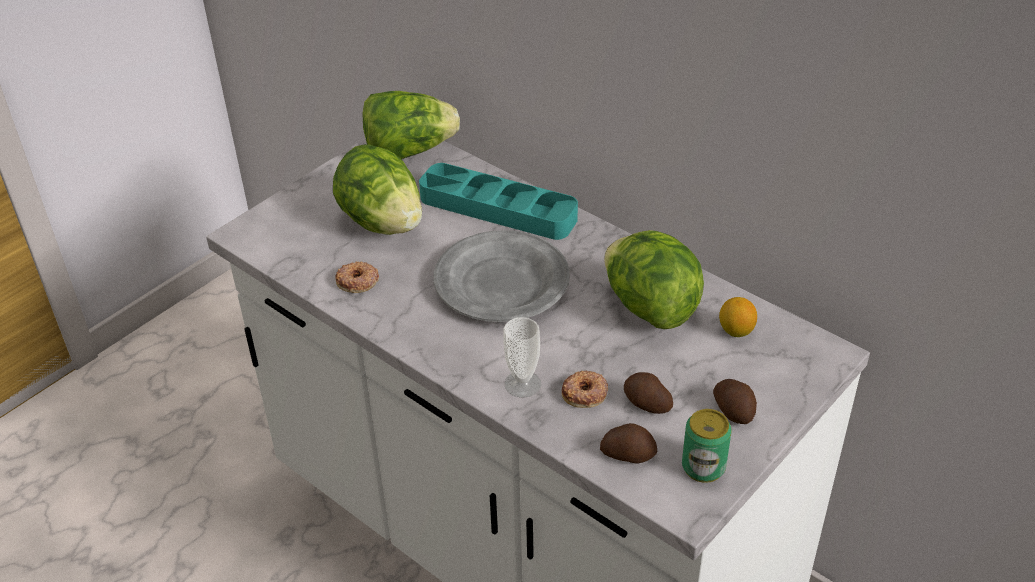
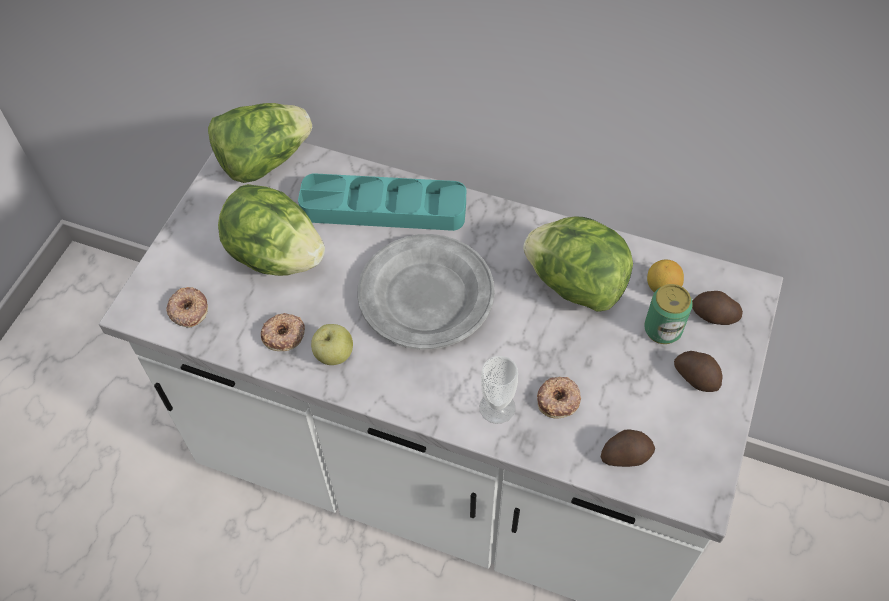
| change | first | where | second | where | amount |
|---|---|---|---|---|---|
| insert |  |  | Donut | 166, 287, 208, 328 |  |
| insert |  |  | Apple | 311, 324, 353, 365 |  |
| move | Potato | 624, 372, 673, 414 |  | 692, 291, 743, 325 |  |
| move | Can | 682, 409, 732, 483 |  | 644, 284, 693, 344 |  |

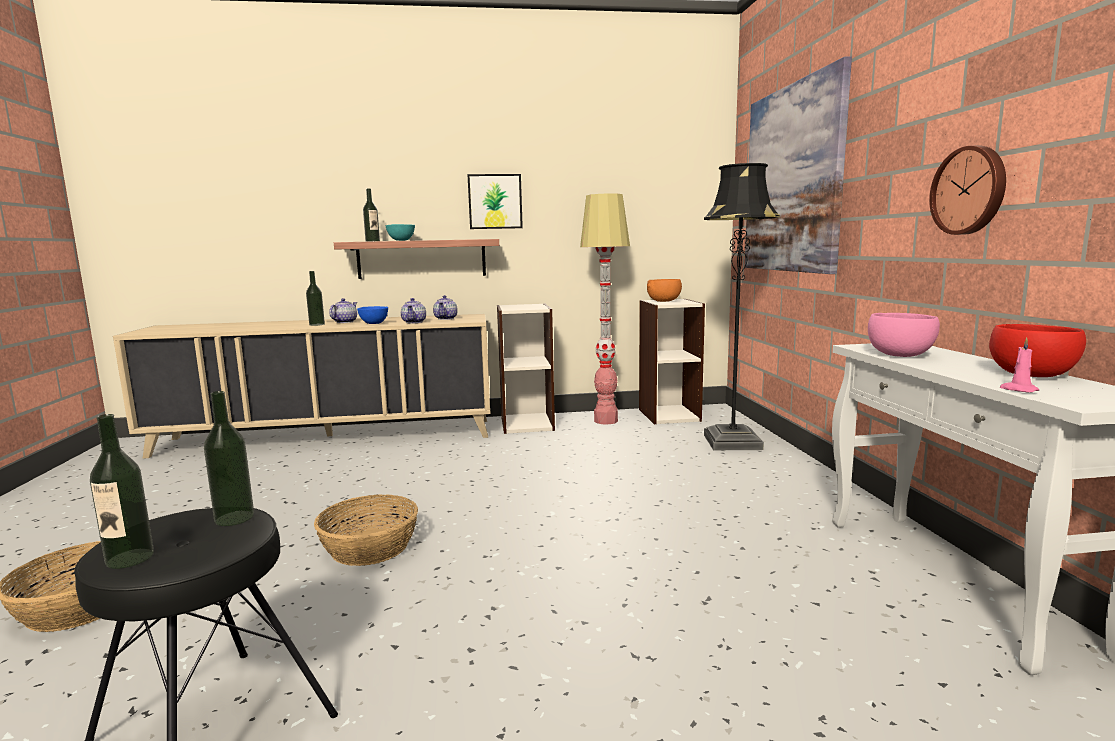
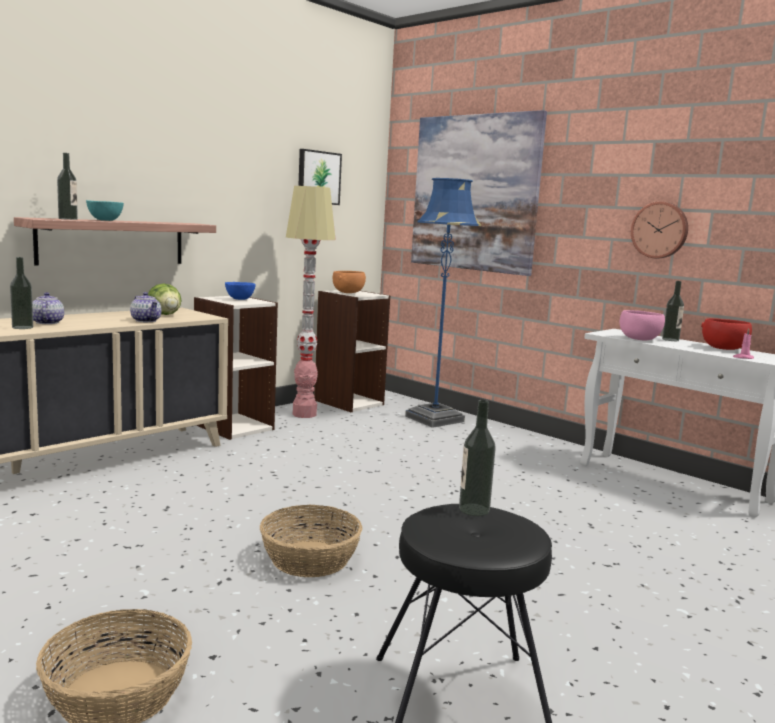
| change | first | where | second | where | amount |
|---|---|---|---|---|---|
| move | Bottle | 90, 414, 154, 569 |  | 662, 281, 684, 341 |  |
| move | BlueBowl | 357, 306, 388, 324 |  | 225, 282, 256, 300 |  |
| move | Picture | 467, 174, 523, 229 |  | 298, 149, 342, 205 |  |
| replace | Teapot | 433, 295, 458, 320 | Lettuce | 148, 283, 181, 315 |  |
| recolor | BlackFloorLamp | 704, 163, 780, 450 | BlueFloorLamp | 405, 178, 481, 428 |  |

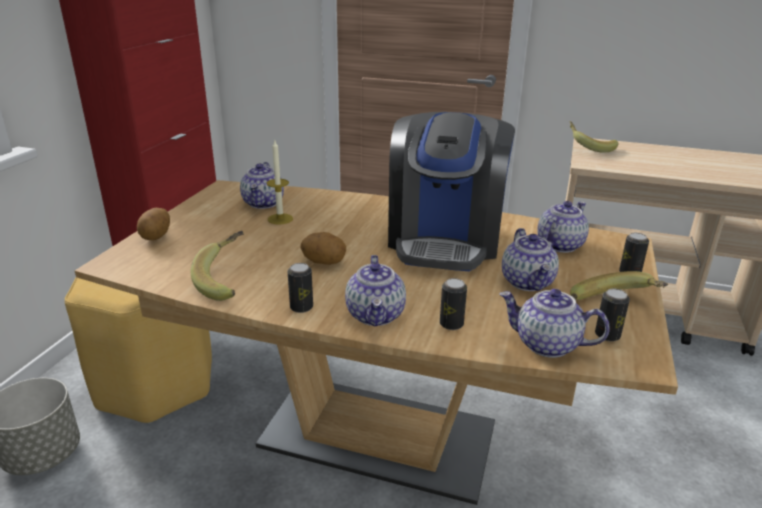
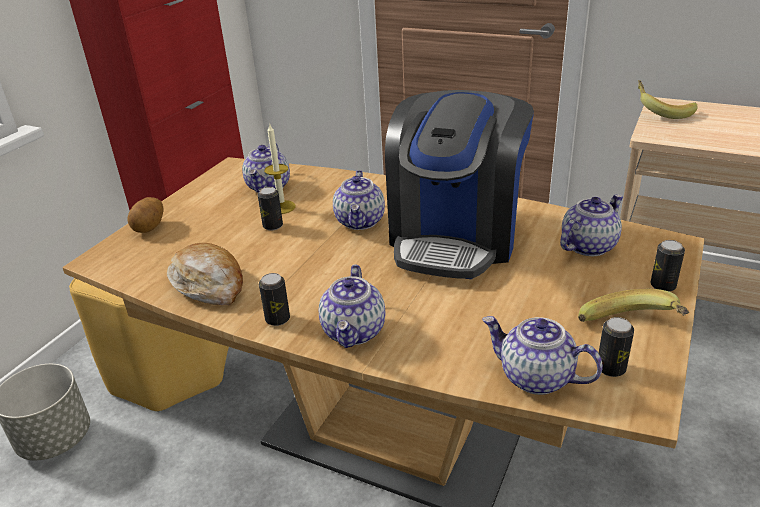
| change | first | where | second | where | amount |
|---|---|---|---|---|---|
| delete | Potato | 300, 232, 346, 265 |  |  |  |
| move | Can | 440, 278, 467, 330 |  | 257, 187, 283, 230 |  |
| move | Teapot | 502, 228, 559, 291 |  | 333, 170, 385, 230 |  |
| replace | Banana | 190, 231, 244, 301 | Bread | 167, 243, 243, 305 |  |

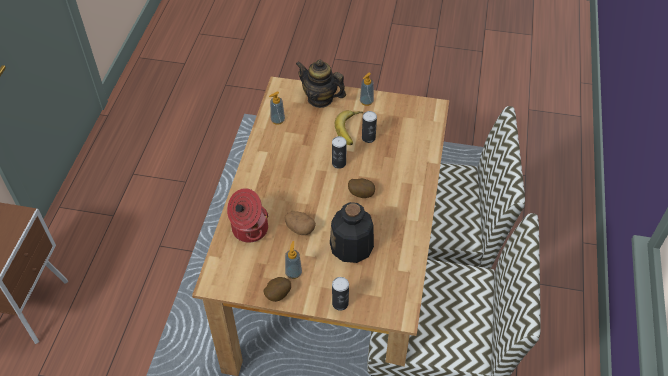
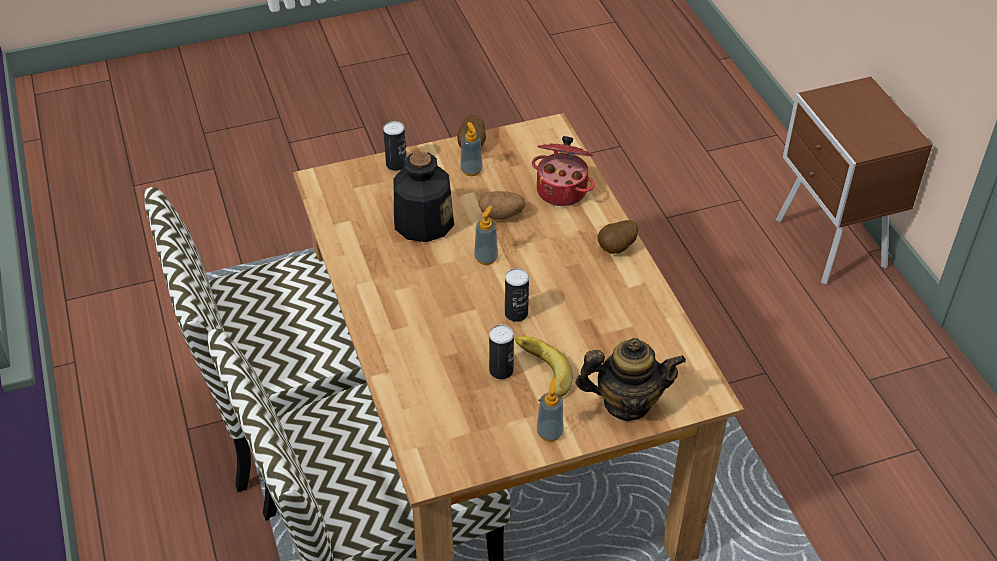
| change | first | where | second | where | amount |
|---|---|---|---|---|---|
| move | SoapDispenser | 269, 91, 285, 125 |  | 474, 205, 498, 265 |  |
| move | Potato | 348, 178, 375, 198 |  | 598, 220, 638, 254 |  |

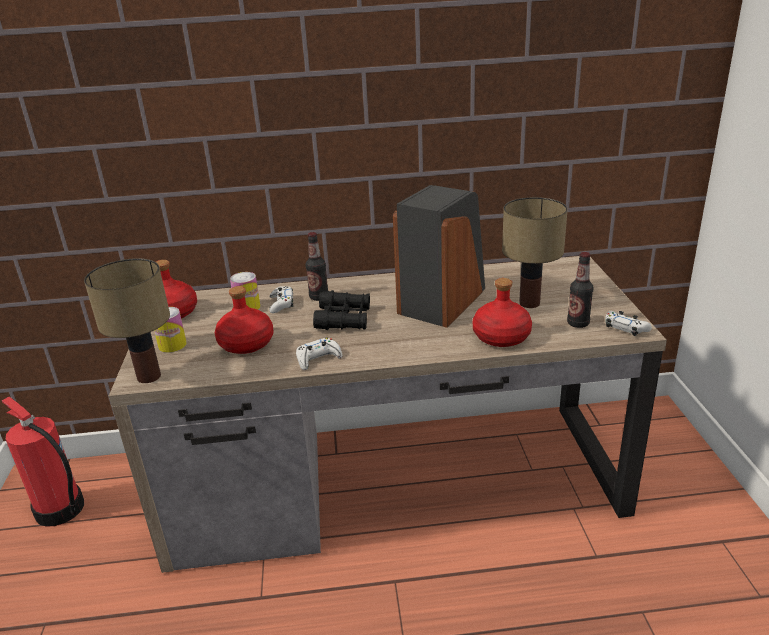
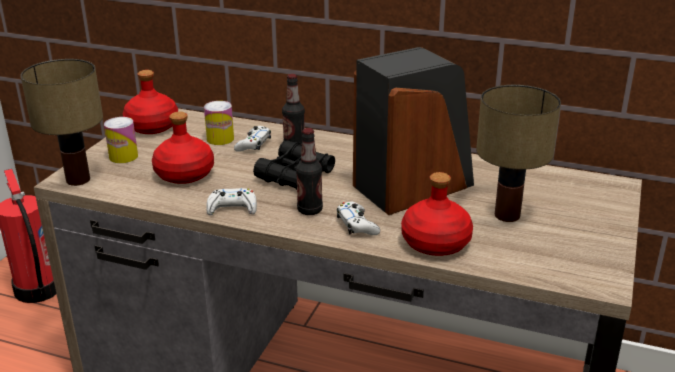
| change | first | where | second | where | amount |
|---|---|---|---|---|---|
| move | Bottle | 567, 252, 594, 328 |  | 296, 128, 323, 215 |  |
| move | WhiteGameController | 605, 311, 652, 336 |  | 337, 201, 380, 235 |  |

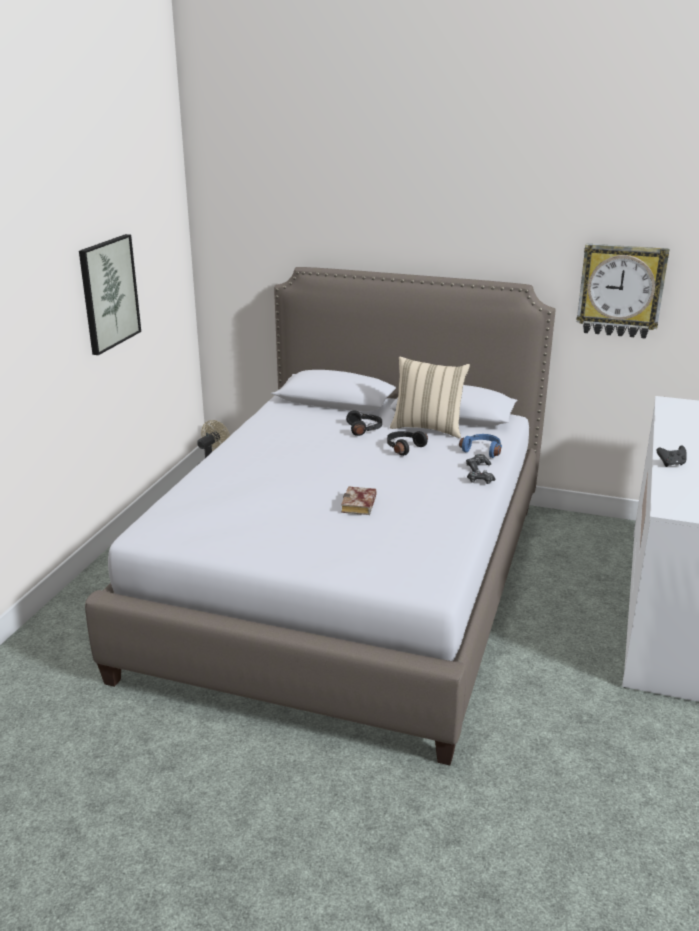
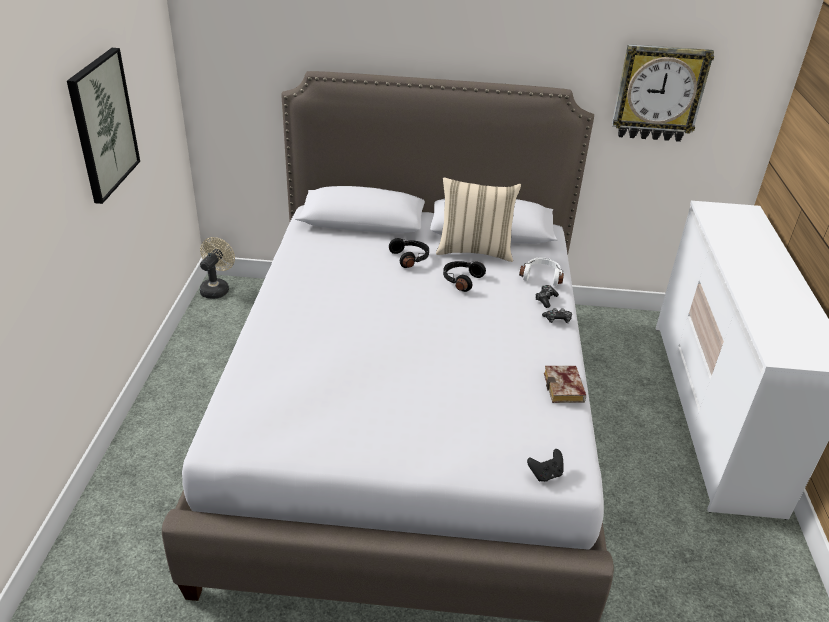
| change | first | where | second | where | amount |
|---|---|---|---|---|---|
| move | Book | 341, 486, 377, 515 |  | 544, 366, 586, 403 |  |
| move | BlackGameController | 657, 445, 687, 467 |  | 527, 449, 564, 482 |  |
| recolor | BlueHeadphones | 459, 434, 502, 458 | WhiteHeadphones | 519, 257, 564, 286 |  |

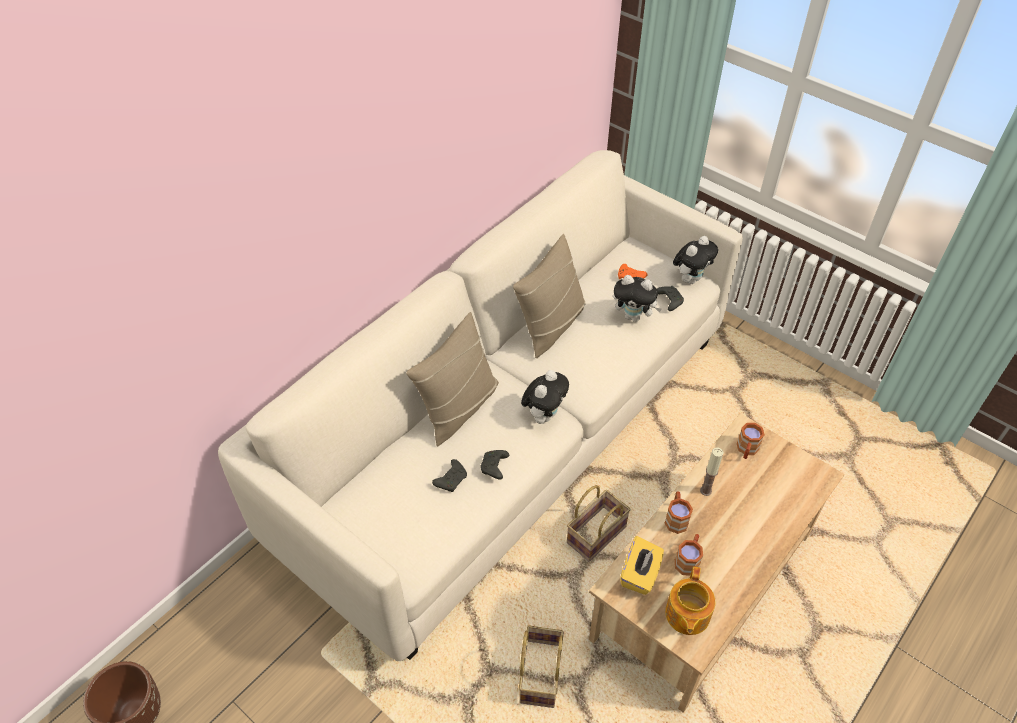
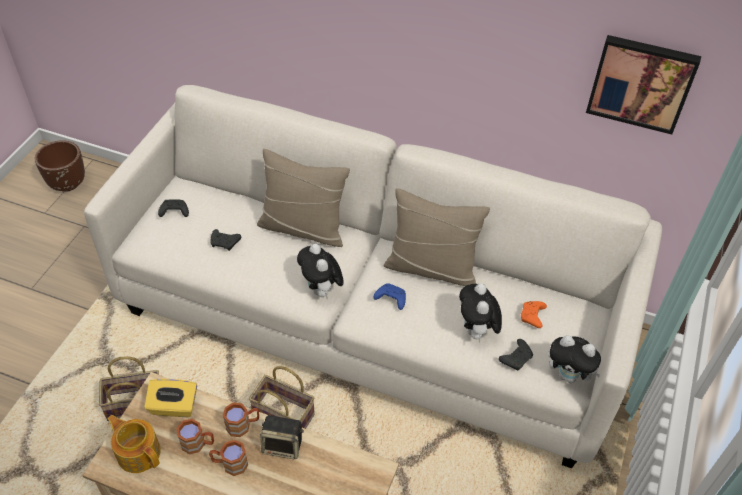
| change | first | where | second | where | amount |
|---|---|---|---|---|---|
| insert |  |  | BlueGameController | 374, 283, 406, 310 |  |
| insert |  |  | Picture | 586, 35, 701, 135 |  |
| move | BlackGameController | 480, 450, 509, 479 |  | 158, 199, 189, 217 |  |
| move | BrownMug | 737, 423, 765, 459 |  | 209, 440, 248, 476 |  |
| replace | Candle | 700, 448, 724, 496 | Speaker | 260, 415, 304, 459 |  |
| rotate | PlushToy | 521, 370, 569, 424 |  | 297, 244, 344, 298 | 60 degrees clockwise |
| rotate | Teapot | 665, 567, 715, 635 |  | 107, 415, 161, 473 | 45 degrees clockwise |

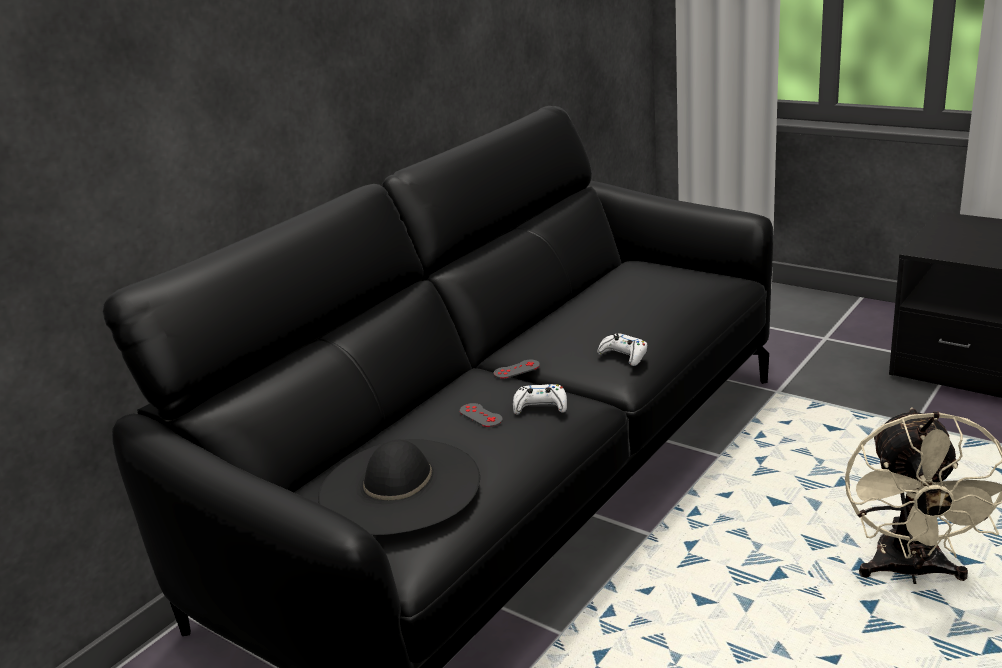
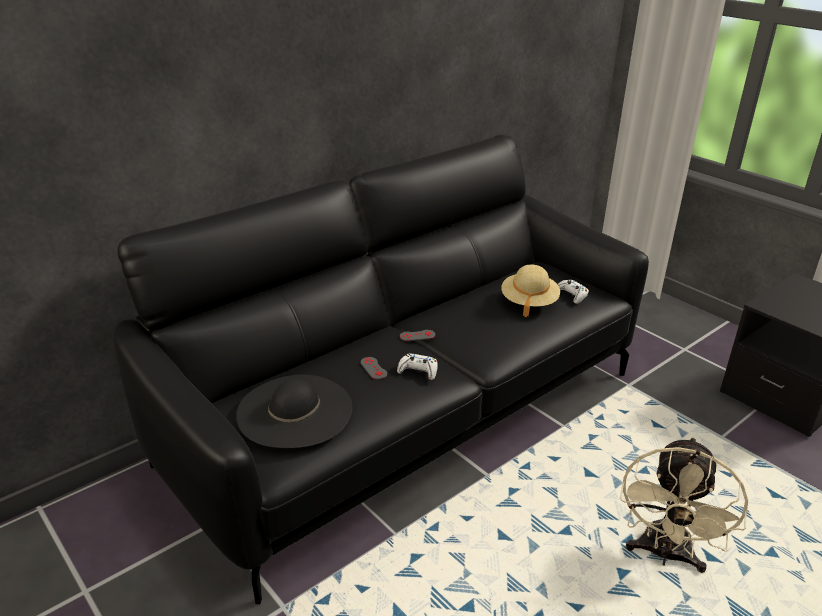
| change | first | where | second | where | amount |
|---|---|---|---|---|---|
| insert |  |  | BeigeHat | 501, 264, 560, 317 |  |
| move | WhiteGameController | 597, 333, 647, 366 |  | 558, 280, 589, 304 |  |

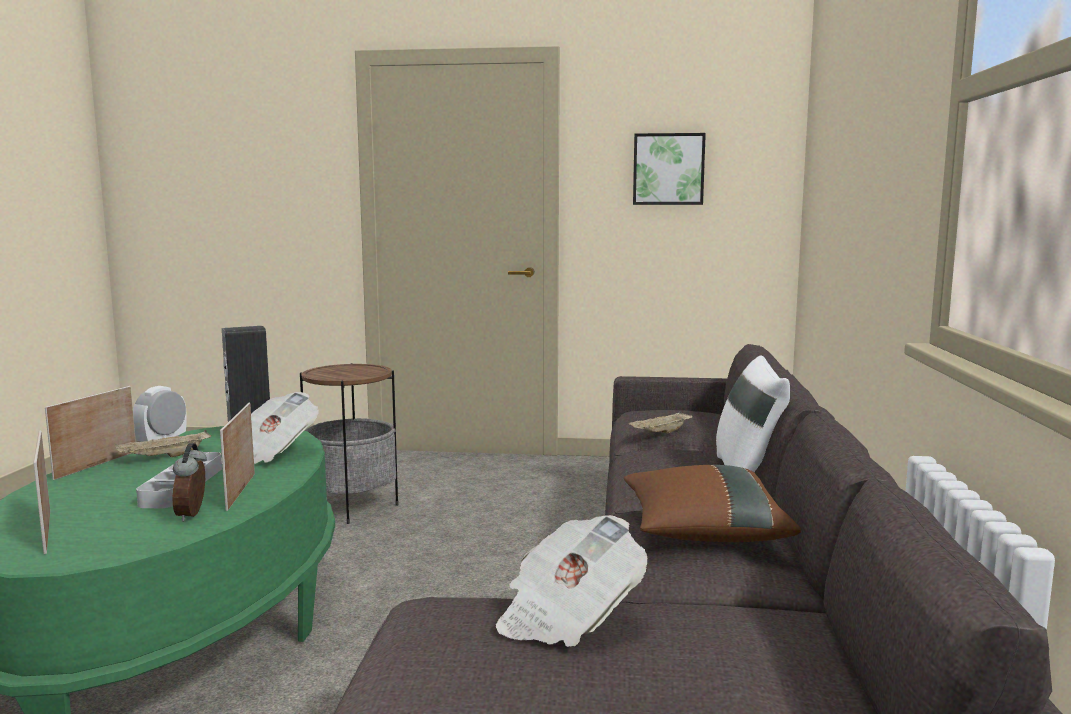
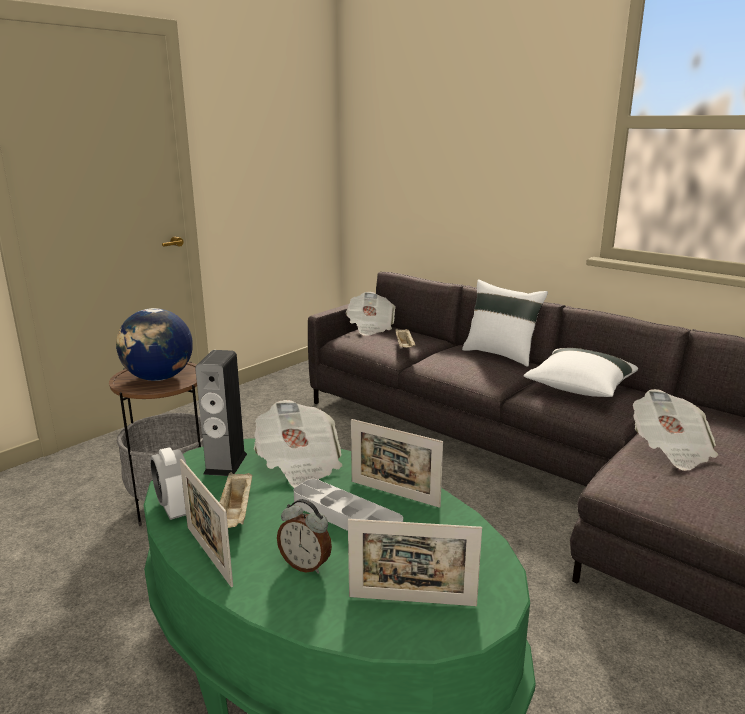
| change | first | where | second | where | amount |
|---|---|---|---|---|---|
| delete | Picture | 633, 133, 706, 205 |  |  |  |
| insert |  |  | Globe | 116, 308, 193, 381 |  |
| insert |  |  | Newspaper | 346, 292, 396, 336 |  |
| move | AlarmClock | 173, 443, 207, 521 |  | 277, 499, 332, 574 |  |
| recolor | BrownPillow | 624, 465, 801, 542 | WhitePillow | 524, 348, 638, 397 |  |

